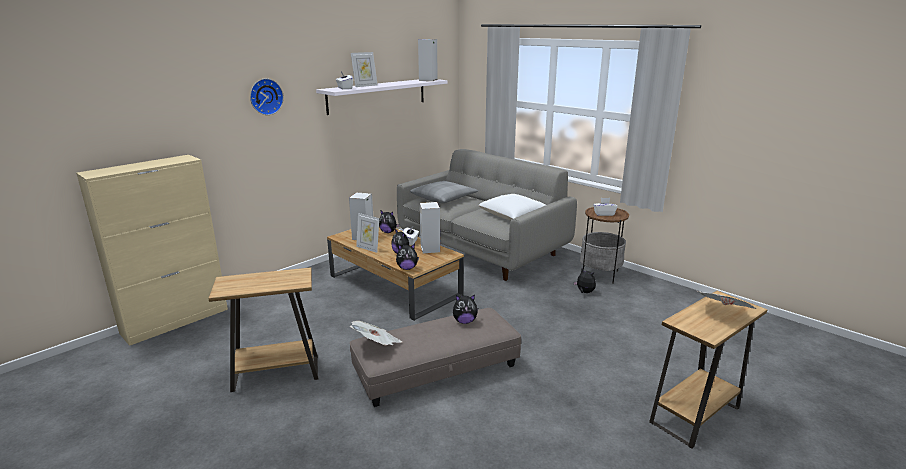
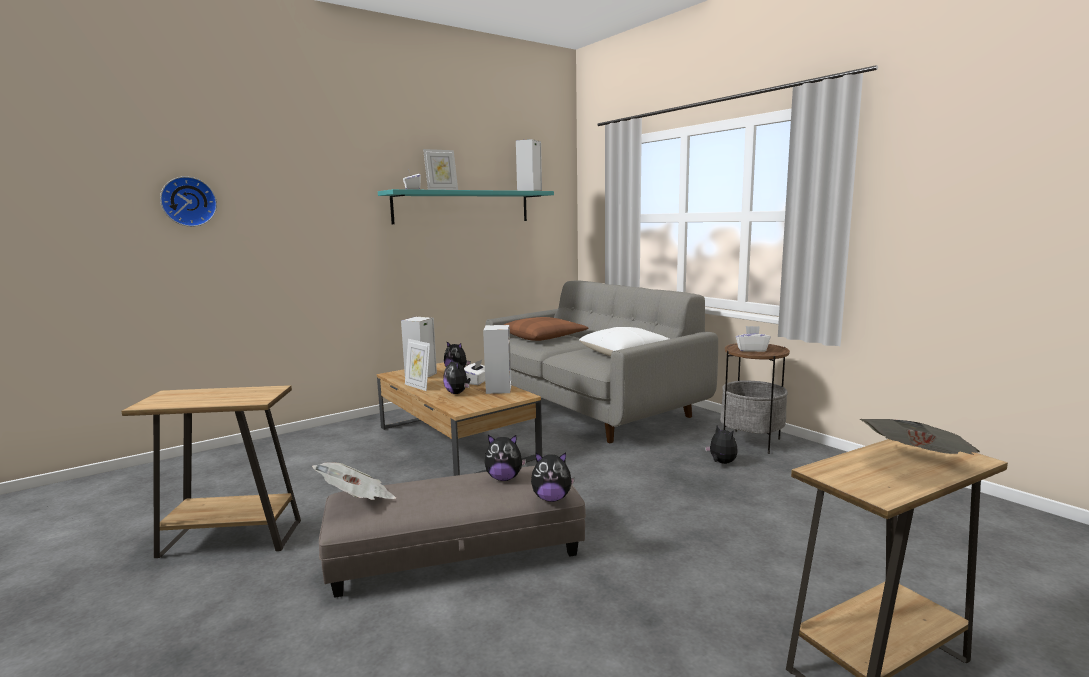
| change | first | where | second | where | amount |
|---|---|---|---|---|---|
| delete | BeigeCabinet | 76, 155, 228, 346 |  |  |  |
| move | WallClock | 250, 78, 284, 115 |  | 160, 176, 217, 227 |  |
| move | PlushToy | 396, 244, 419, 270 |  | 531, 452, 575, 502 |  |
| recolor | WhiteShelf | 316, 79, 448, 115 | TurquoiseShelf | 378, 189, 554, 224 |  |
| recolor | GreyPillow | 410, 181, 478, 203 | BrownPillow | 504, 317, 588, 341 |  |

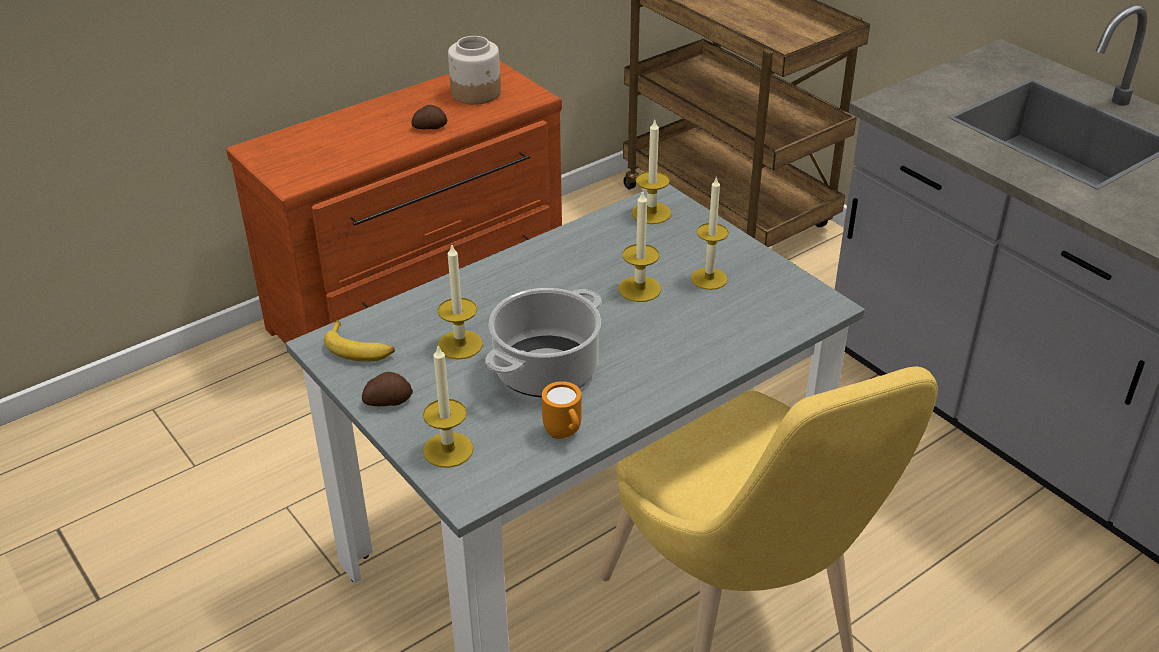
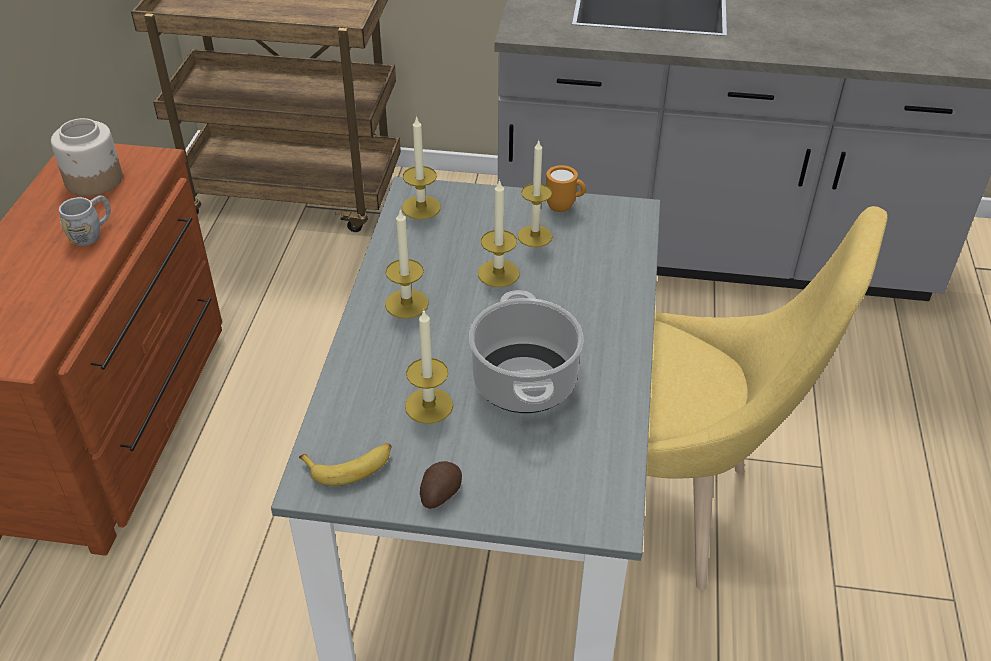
| change | first | where | second | where | amount |
|---|---|---|---|---|---|
| move | Candle | 423, 344, 474, 468 |  | 385, 208, 429, 319 |  |
| move | OrangeMug | 542, 381, 582, 439 |  | 546, 165, 586, 212 |  |
| replace | Potato | 411, 105, 447, 129 | GreyMug | 59, 195, 111, 246 |  |

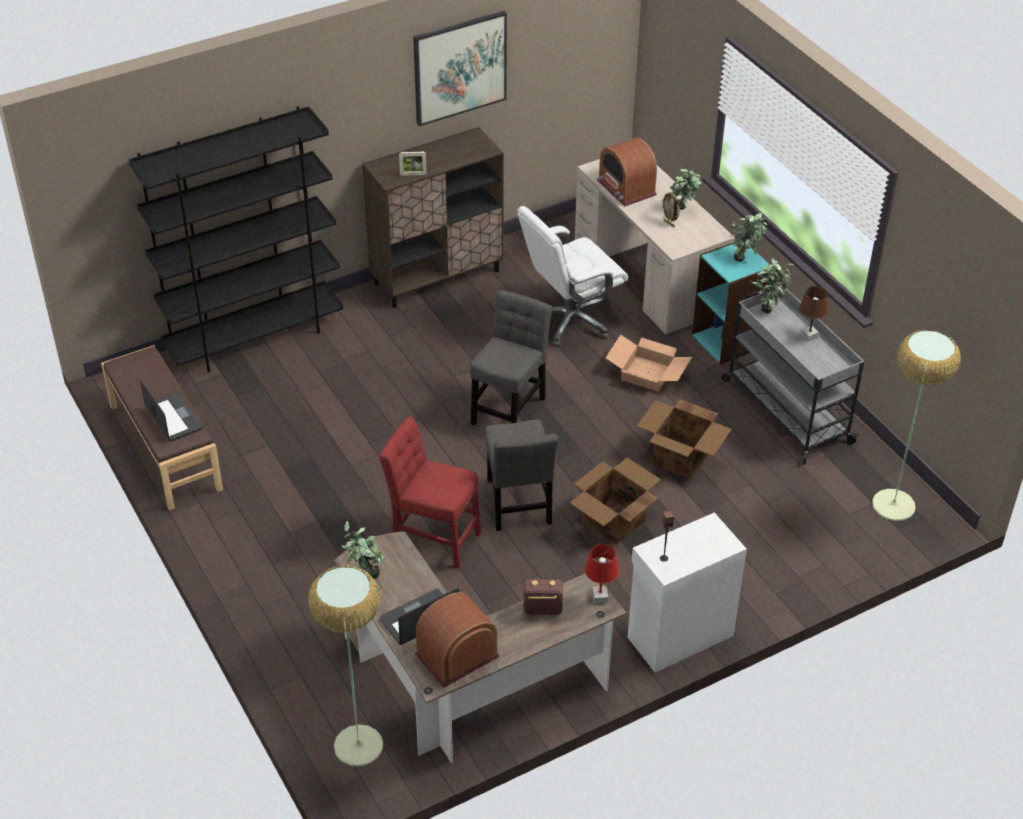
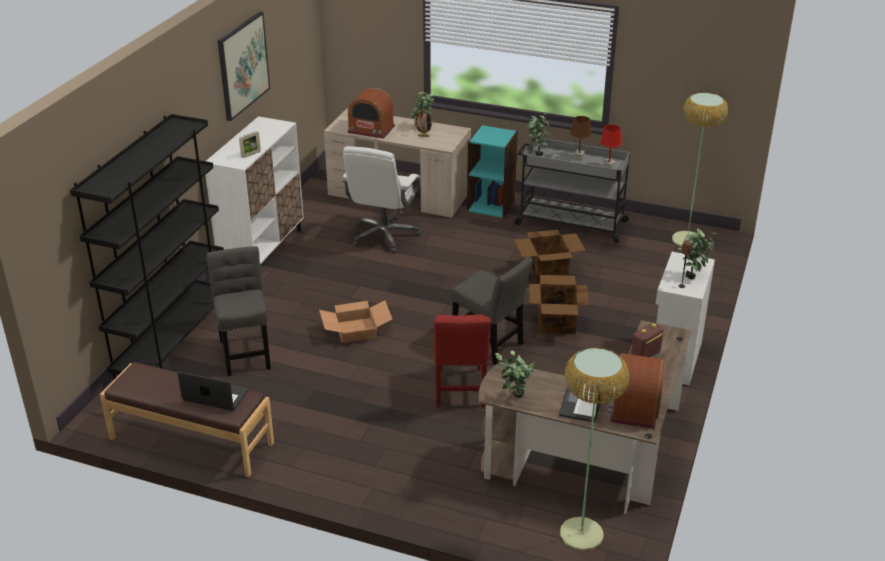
| change | first | where | second | where | amount |
|---|---|---|---|---|---|
| move | GreyChair | 470, 290, 552, 426 |  | 206, 246, 271, 376 |  |
| move | RedTableLamp | 584, 544, 619, 604 |  | 600, 125, 622, 168 |  |
| move | CardboardBox | 606, 335, 692, 392 |  | 319, 300, 393, 343 |  |
| move | PottedPlant | 730, 213, 767, 262 |  | 678, 228, 717, 279 |  |
| recolor | BrownCabinet | 362, 127, 504, 308 | WhiteCabinet | 205, 116, 304, 265 |  |
| rotate | RedChair | 379, 416, 481, 569 |  | 434, 314, 491, 407 | 75 degrees counterclockwise |

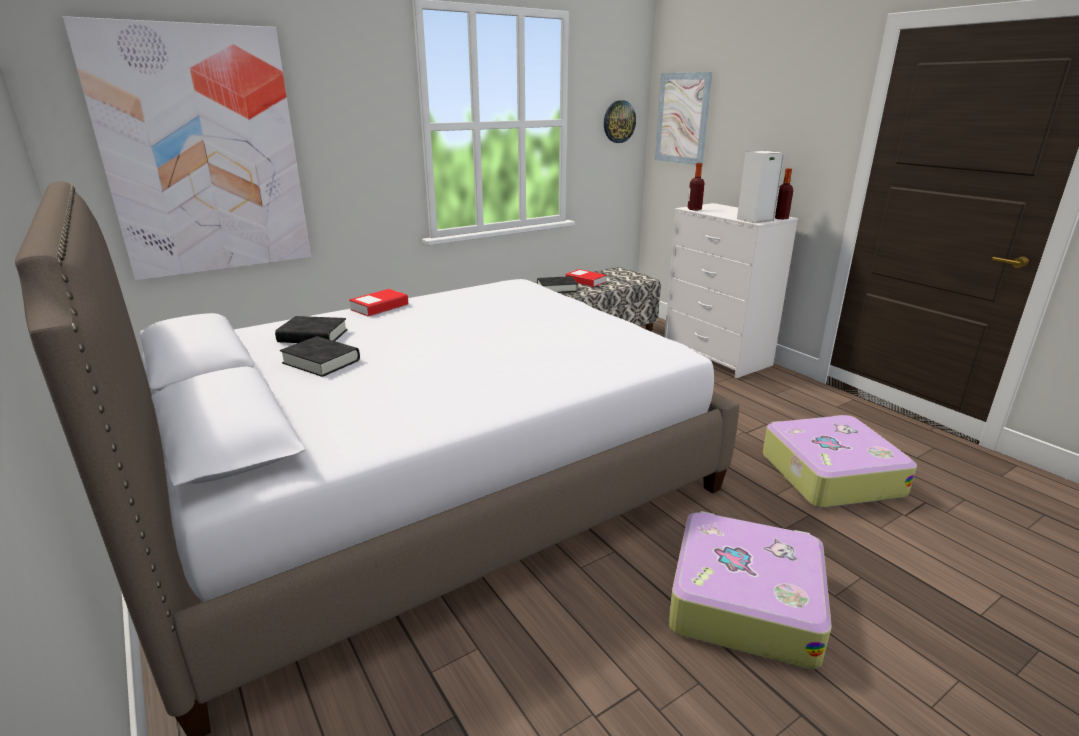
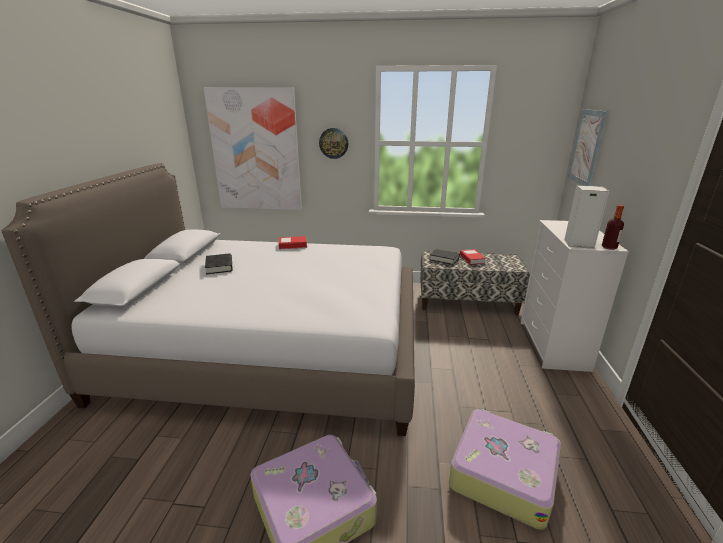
| change | first | where | second | where | amount |
|---|---|---|---|---|---|
| delete | BlackBook | 275, 316, 348, 343 |  |  |  |
| delete | Bottle | 688, 163, 705, 210 |  |  |  |
| move | WallClock | 604, 100, 636, 143 |  | 319, 128, 348, 159 |  |

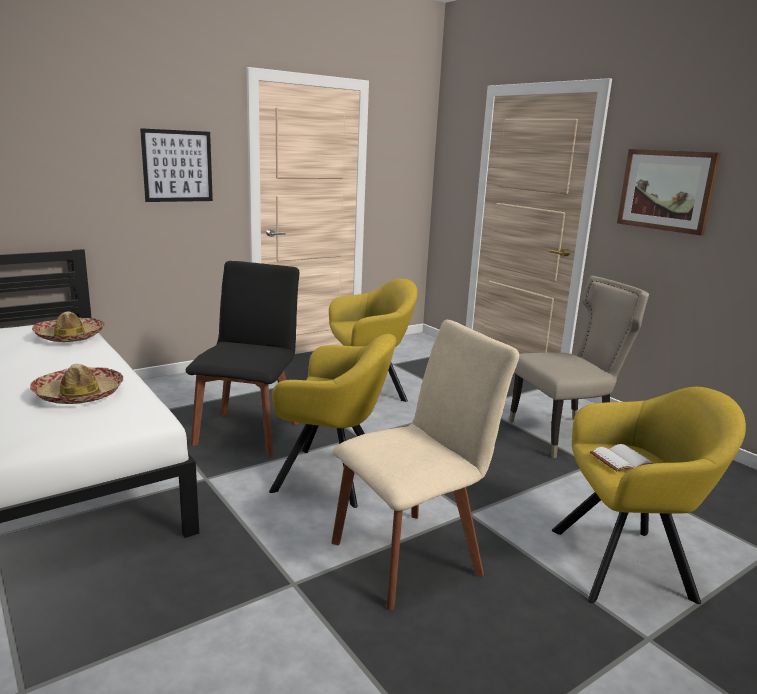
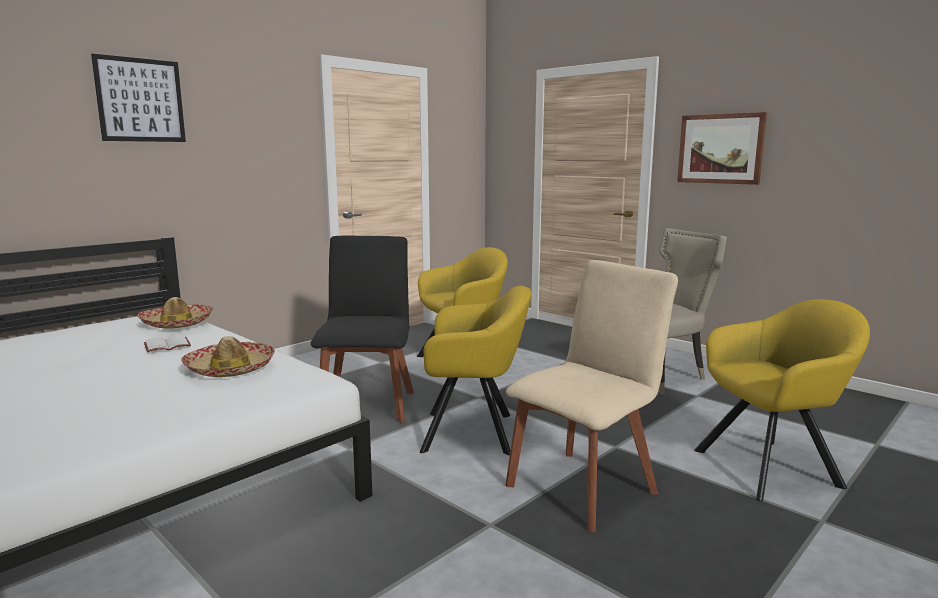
| change | first | where | second | where | amount |
|---|---|---|---|---|---|
| move | Picture | 140, 128, 213, 202 |  | 91, 54, 186, 142 |  |
| move | WhiteBook | 590, 444, 653, 471 |  | 144, 335, 191, 352 |  |

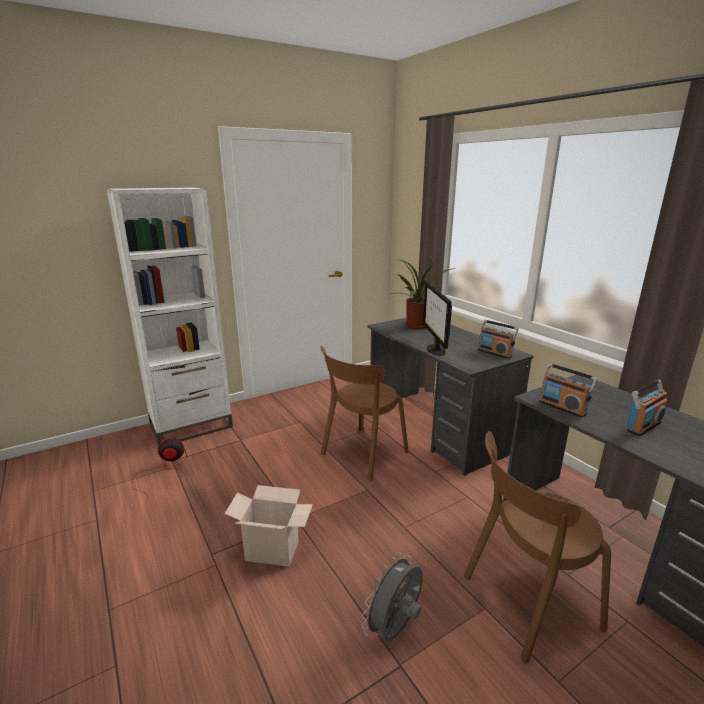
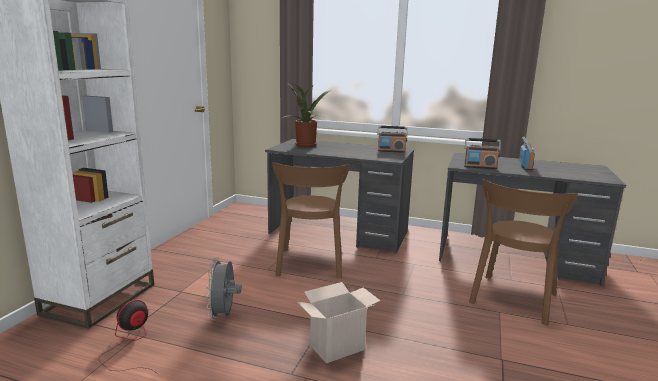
| change | first | where | second | where | amount |
|---|---|---|---|---|---|
| delete | Monitor | 423, 282, 452, 356 |  |  |  |
| move | GreyFan | 362, 553, 423, 642 |  | 206, 257, 242, 320 |  |

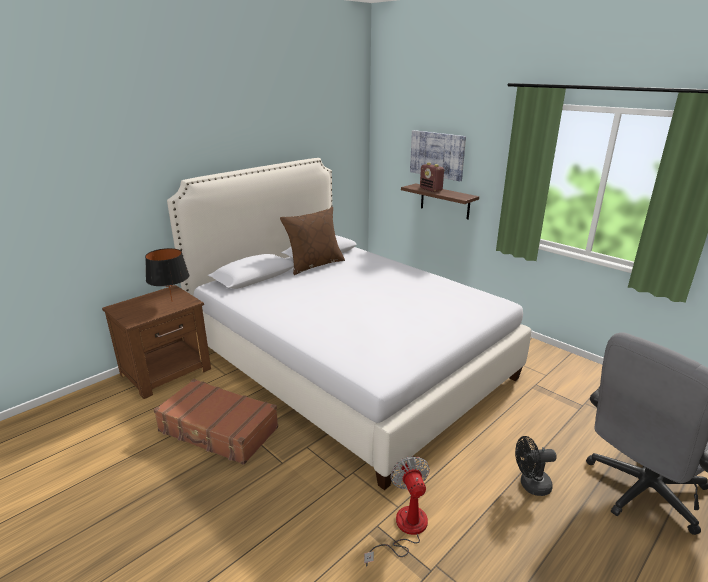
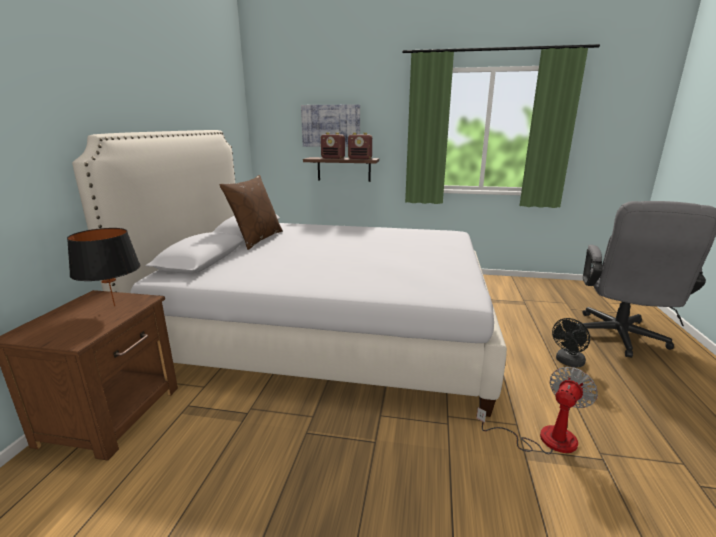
| change | first | where | second | where | amount |
|---|---|---|---|---|---|
| delete | BrownSuitcase | 154, 379, 278, 465 |  |  |  |
| insert |  |  | Radio | 348, 133, 372, 159 |  |
| rotate | Fan | 364, 456, 430, 567 |  | 476, 367, 598, 454 | 90 degrees clockwise |

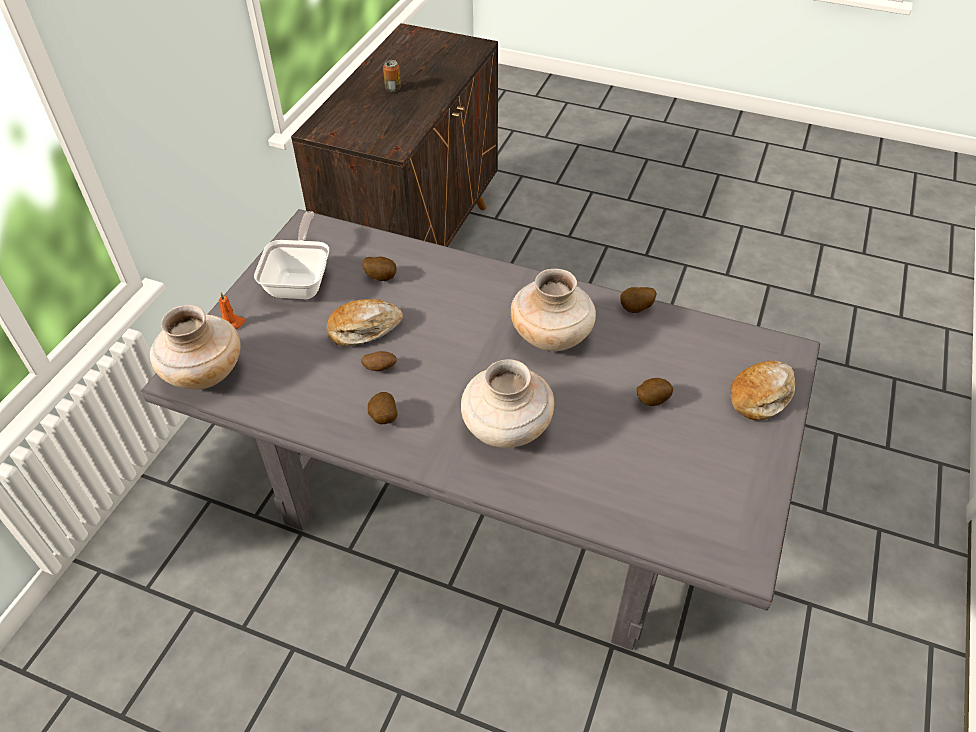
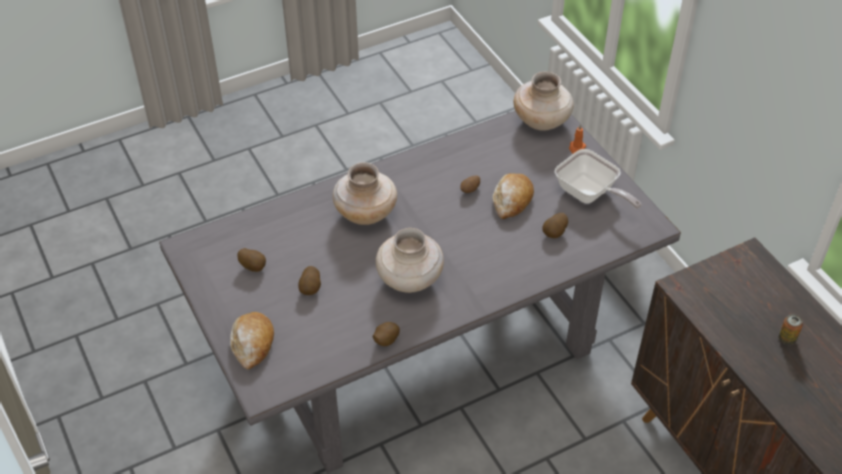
| change | first | where | second | where | amount |
|---|---|---|---|---|---|
| move | Potato | 368, 392, 398, 424 |  | 237, 248, 266, 272 |  |

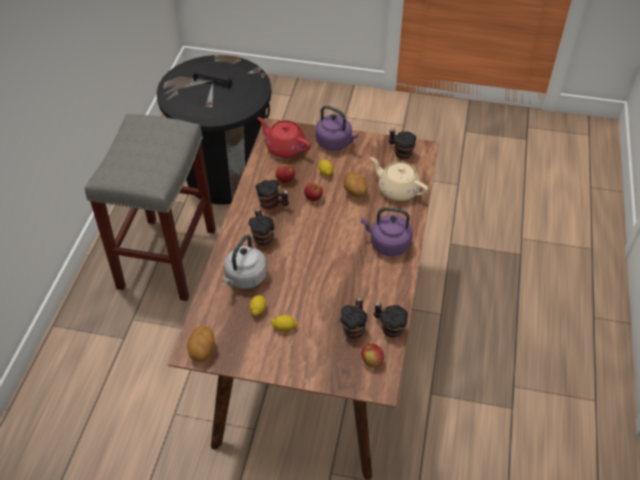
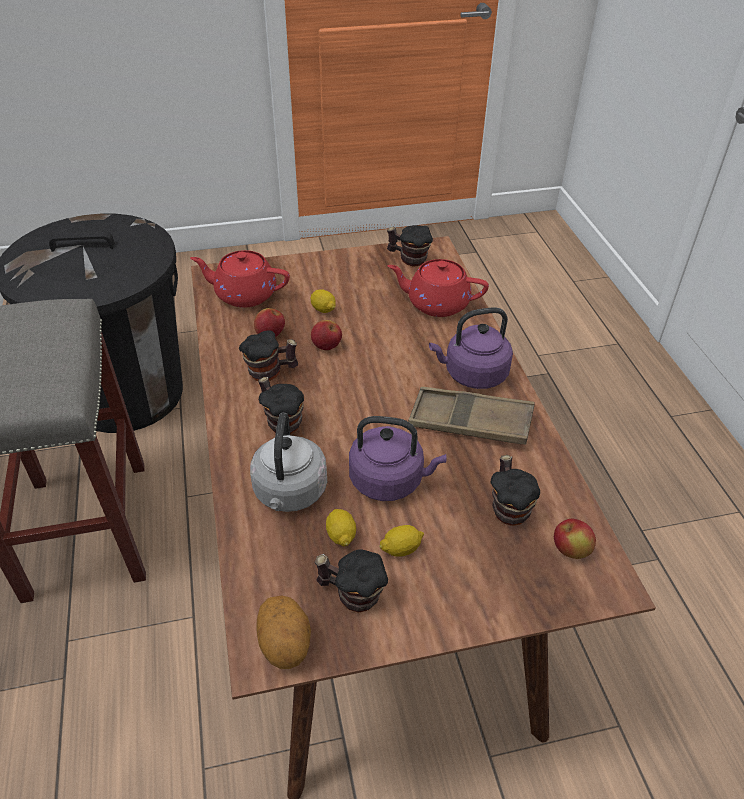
| change | first | where | second | where | amount |
|---|---|---|---|---|---|
| delete | Potato | 344, 171, 368, 198 |  |  |  |
| insert |  |  | BrownTray | 408, 387, 535, 445 |  |
| move | PurpleKettle | 315, 105, 358, 150 |  | 349, 416, 446, 501 |  |
| move | Mug | 374, 301, 408, 337 |  | 314, 549, 388, 613 |  |
| recolor | BeigeTeapot | 370, 157, 428, 201 | RedTeapot | 388, 259, 489, 317 |  |

